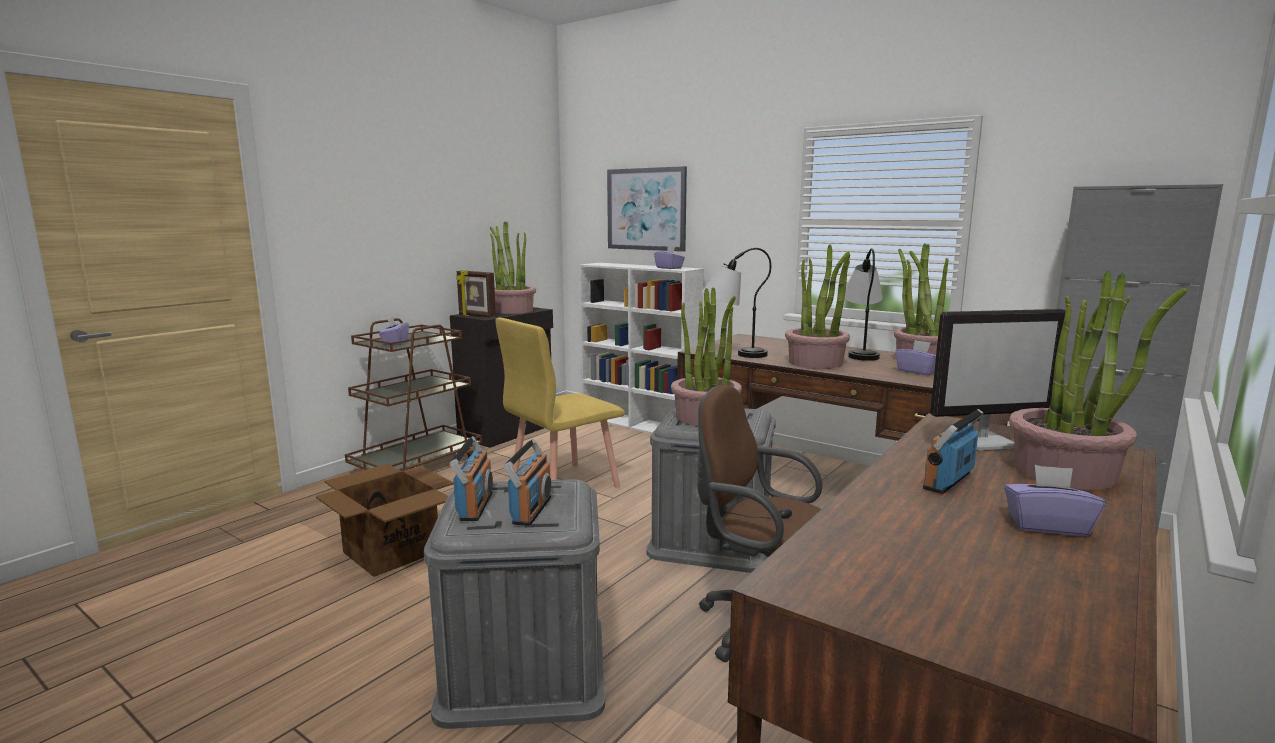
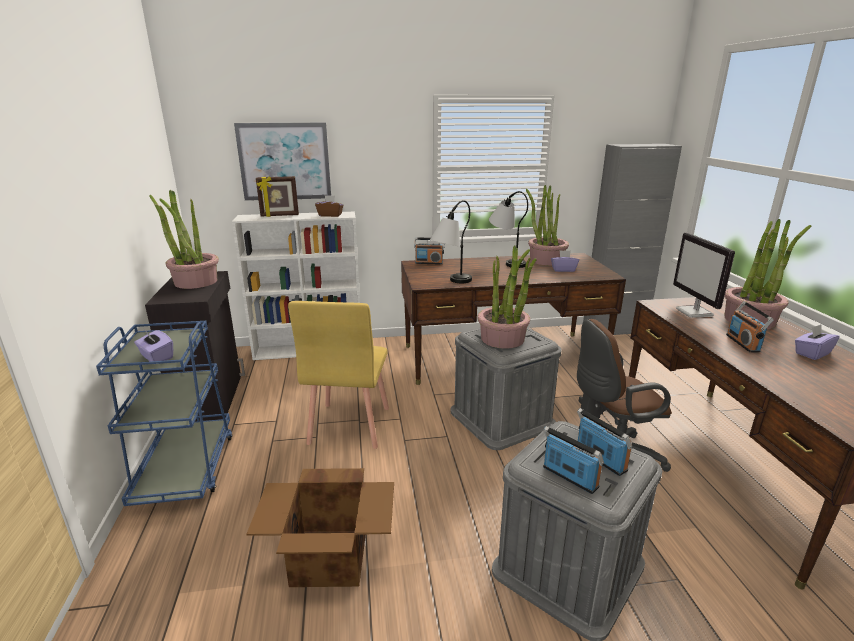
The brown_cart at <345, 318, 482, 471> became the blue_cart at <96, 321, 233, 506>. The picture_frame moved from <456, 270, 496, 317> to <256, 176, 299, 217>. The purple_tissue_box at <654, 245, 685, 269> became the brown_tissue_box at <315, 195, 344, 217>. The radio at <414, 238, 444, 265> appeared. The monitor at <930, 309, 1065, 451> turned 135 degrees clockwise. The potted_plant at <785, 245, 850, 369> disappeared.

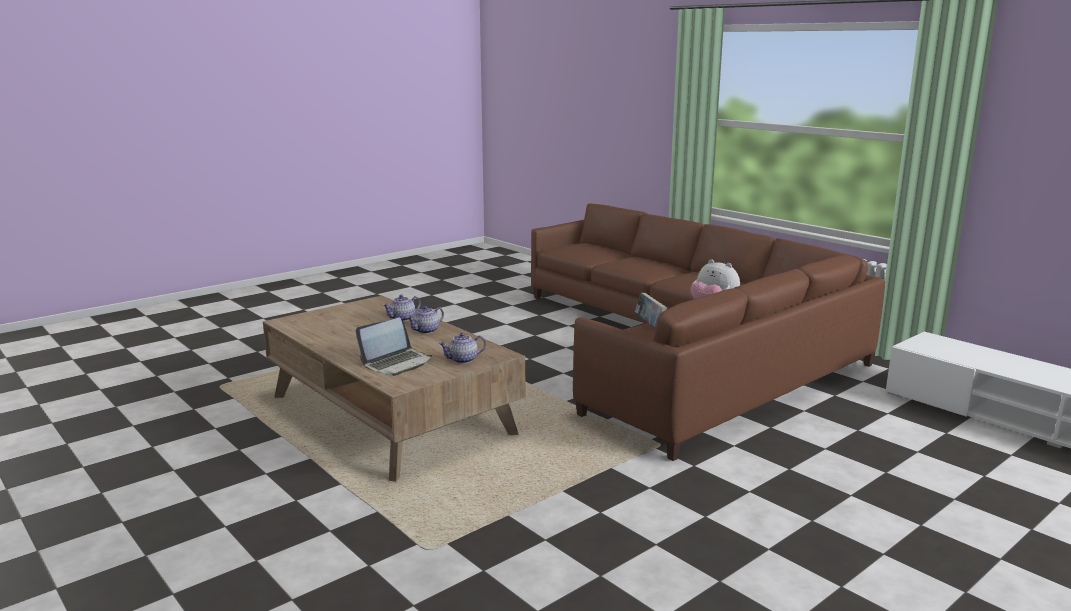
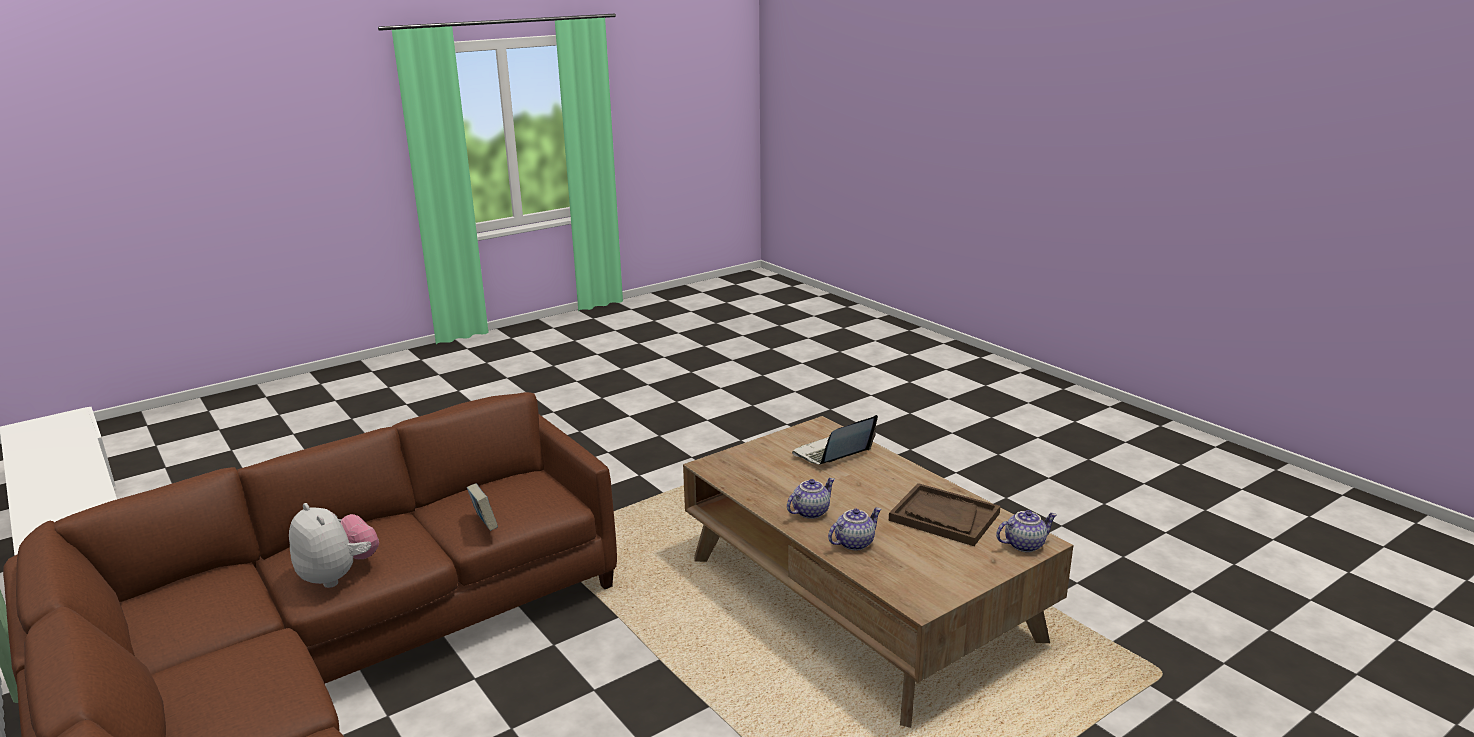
The brown_tray at <889, 483, 1001, 546> appeared. The teapot moved from <439, 333, 486, 364> to <996, 510, 1057, 552>.

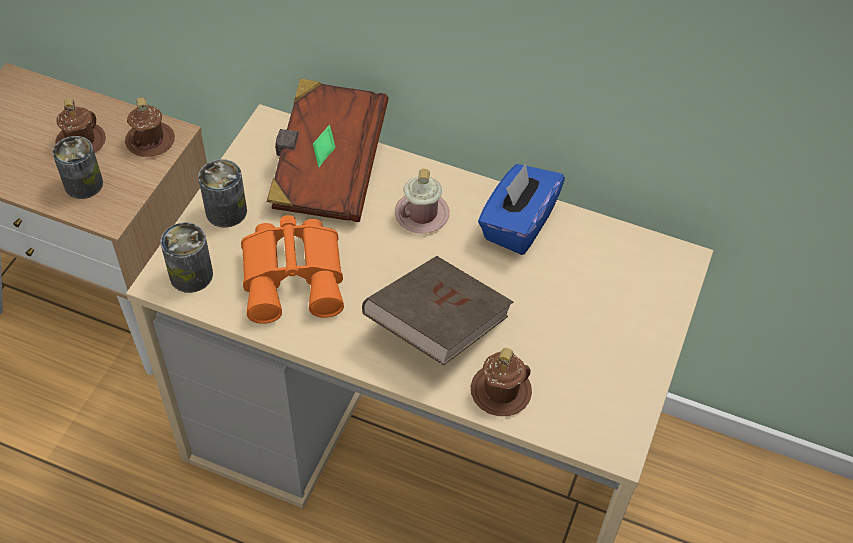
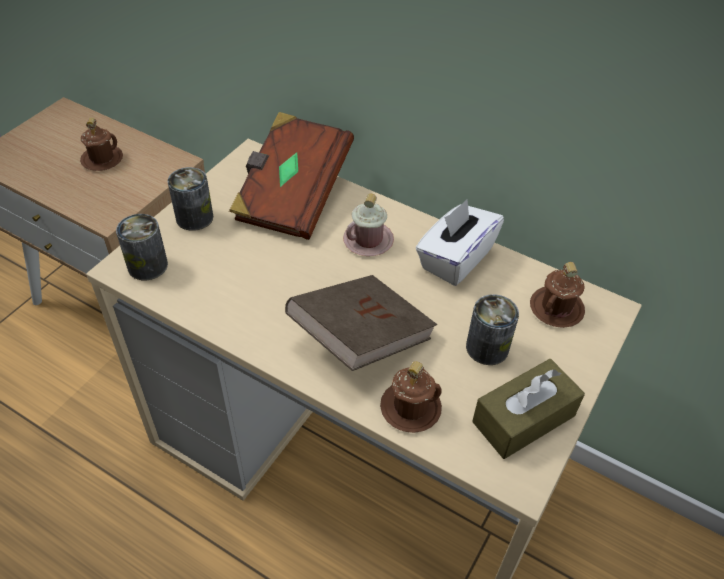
The blue_tissue_box at <478, 163, 565, 255> became the white_tissue_box at <415, 199, 504, 286>. The can moved from <53, 136, 103, 199> to <466, 294, 519, 365>. The brown_tissue_box at <472, 359, 585, 459> appeared. The brown_mug moved from <125, 98, 175, 157> to <530, 262, 585, 328>. The orange_binoculars at <241, 215, 344, 324> disappeared.

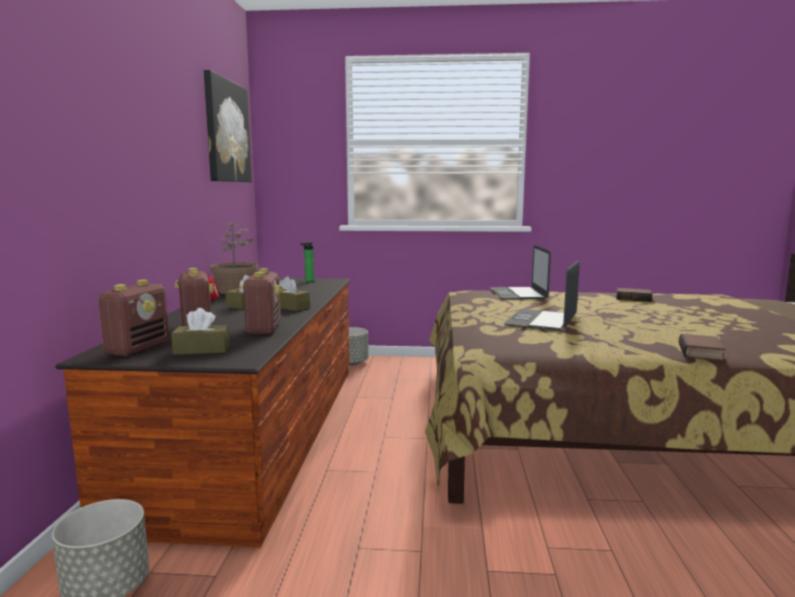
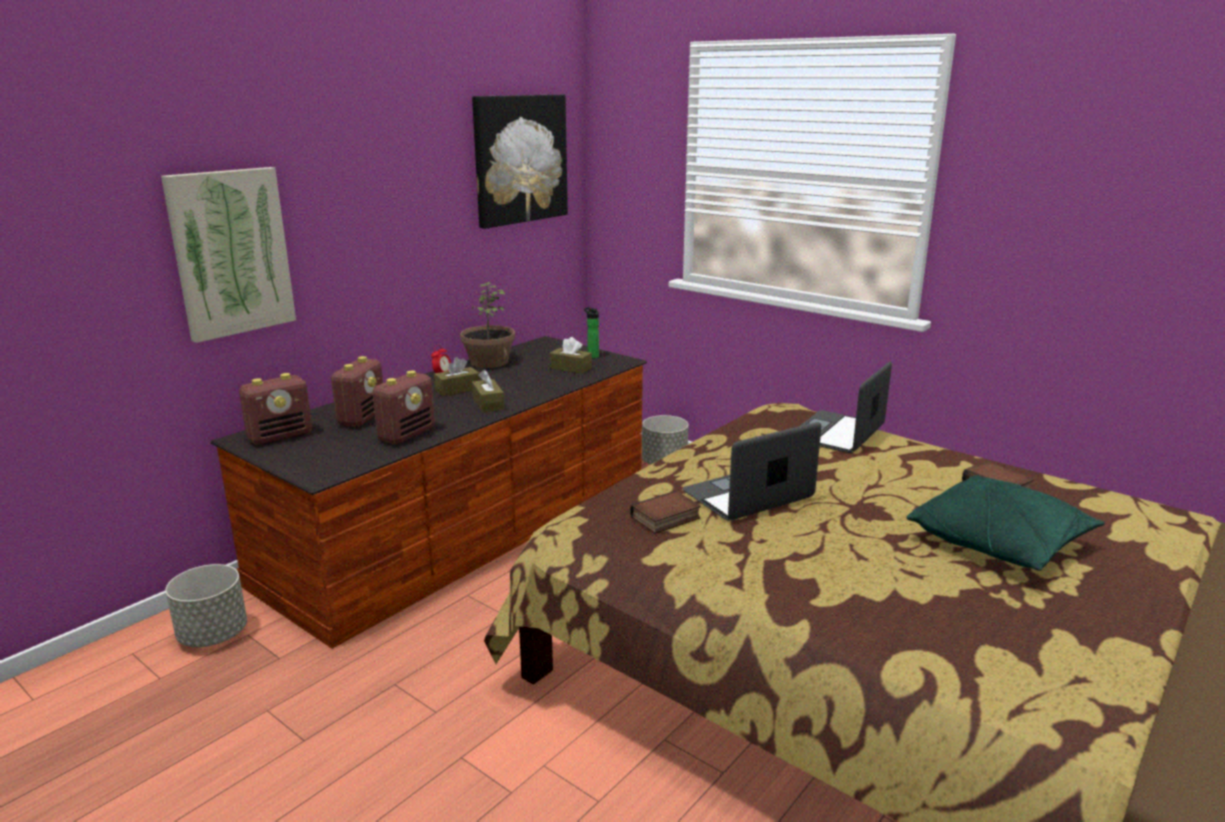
The picture at <161, 167, 296, 343> appeared. The brown_tissue_box moved from <171, 308, 230, 355> to <550, 337, 592, 374>. The book moved from <679, 334, 726, 361> to <630, 491, 701, 534>. The green_pillow at <907, 475, 1105, 571> appeared.

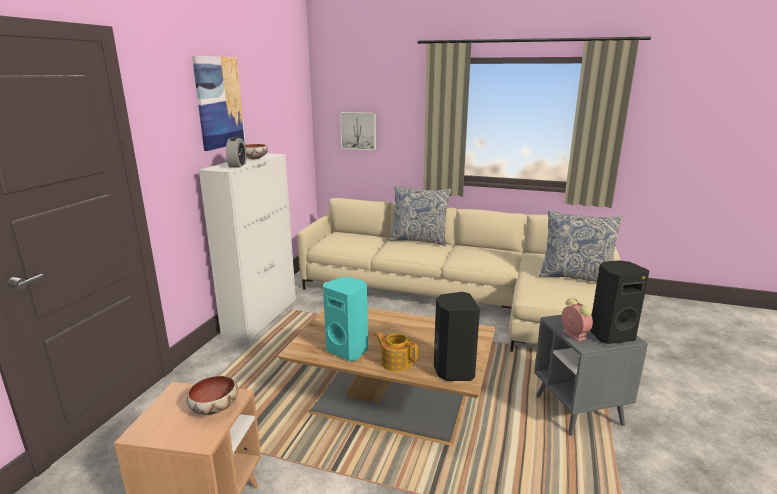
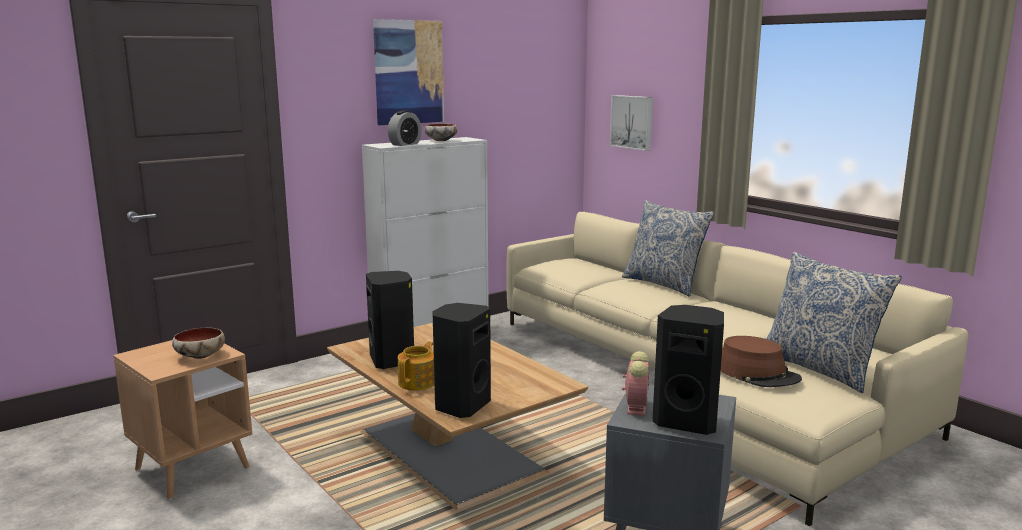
The turquoise_speaker at <323, 277, 368, 361> became the black_speaker at <366, 271, 414, 369>. The teapot at <375, 332, 418, 372> turned 45 degrees clockwise. The brown_hat at <721, 336, 802, 387> appeared.

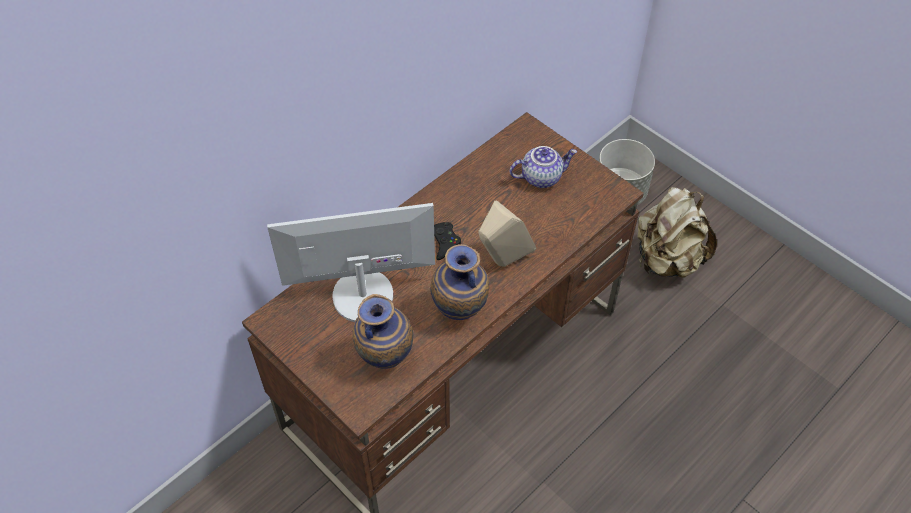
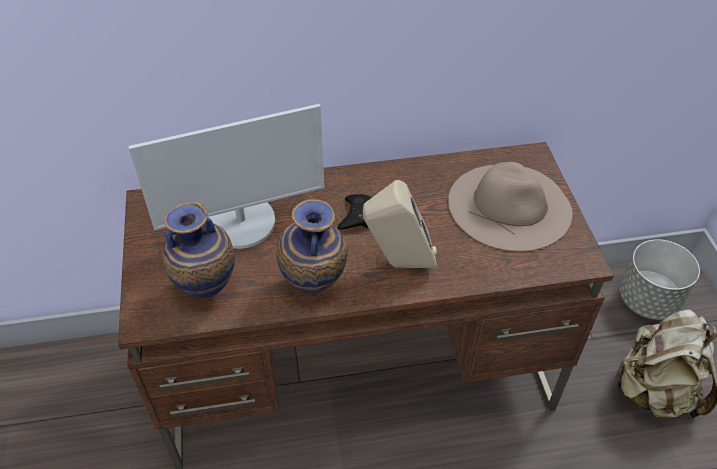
The monitor at <267, 203, 435, 322> turned 135 degrees clockwise. The teapot at <510, 146, 577, 188> was replaced by the beige_hat at <448, 162, 573, 252>.

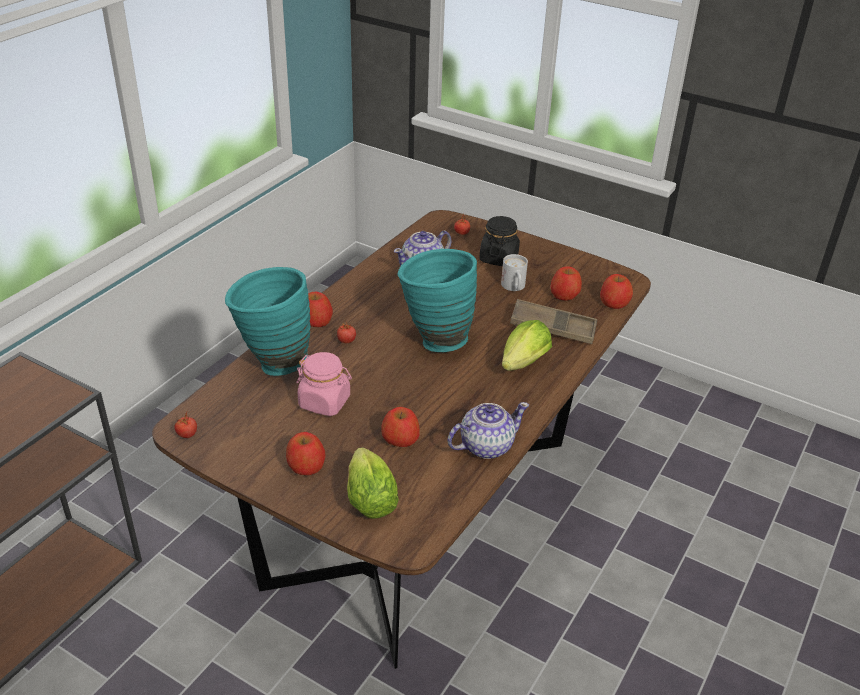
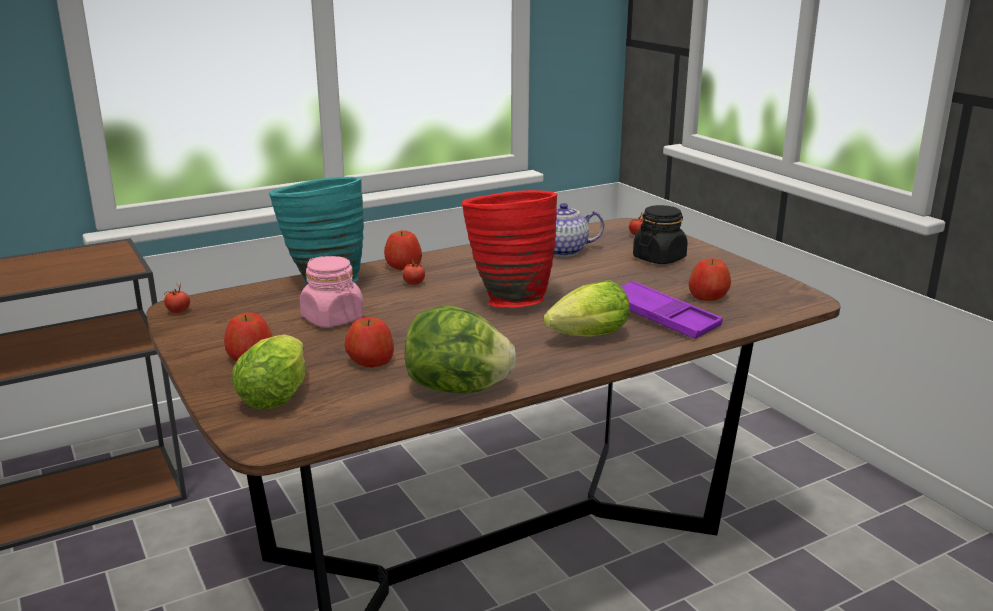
The teapot at <447, 402, 529, 459> was replaced by the lettuce at <405, 306, 516, 393>. The turquoise_vase at <398, 249, 477, 352> became the red_vase at <461, 190, 557, 308>. The brown_tray at <510, 299, 597, 344> became the purple_tray at <621, 281, 723, 339>. The white_mug at <501, 254, 528, 291> disappeared. The apple at <600, 274, 633, 309> disappeared.

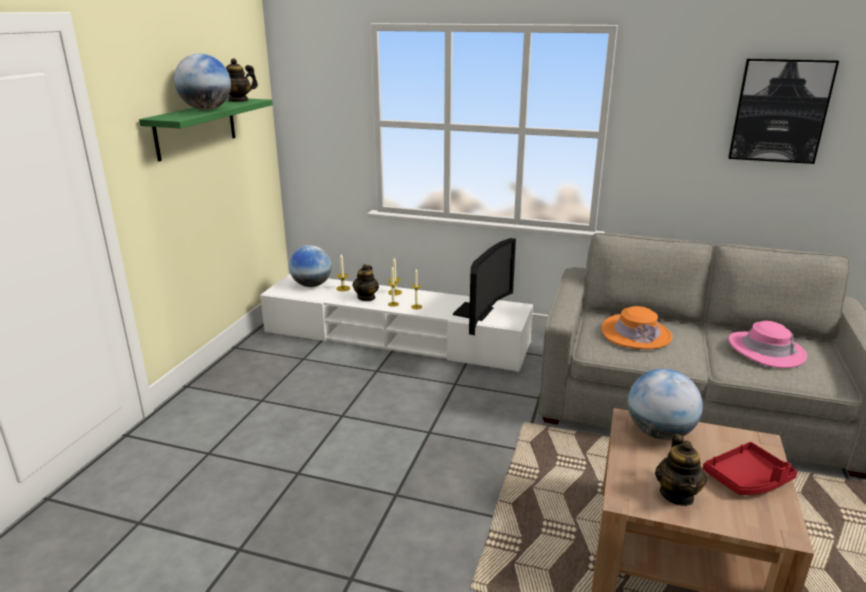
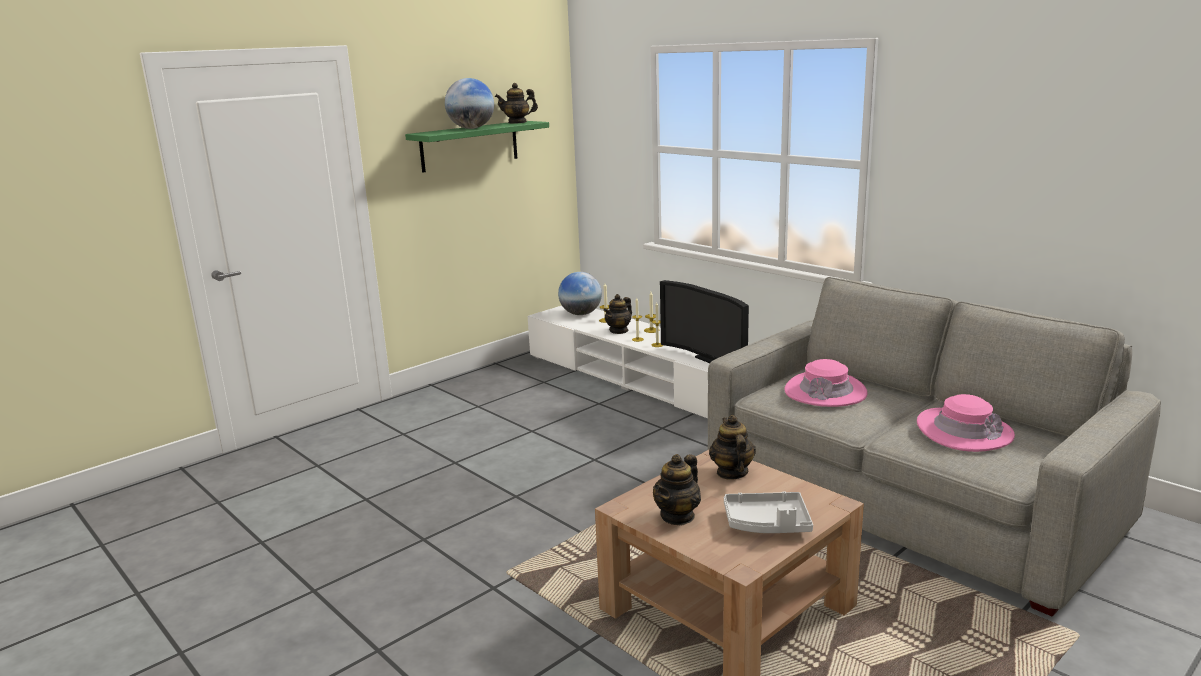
The television at <453, 238, 516, 335> turned 90 degrees clockwise. The globe at <628, 369, 703, 440> was replaced by the teapot at <709, 415, 756, 480>. The red_tray at <703, 442, 797, 495> became the grey_tray at <724, 492, 813, 533>. The orange_hat at <602, 306, 672, 349> became the pink_hat at <784, 359, 867, 407>. The picture at <728, 59, 839, 164> disappeared.

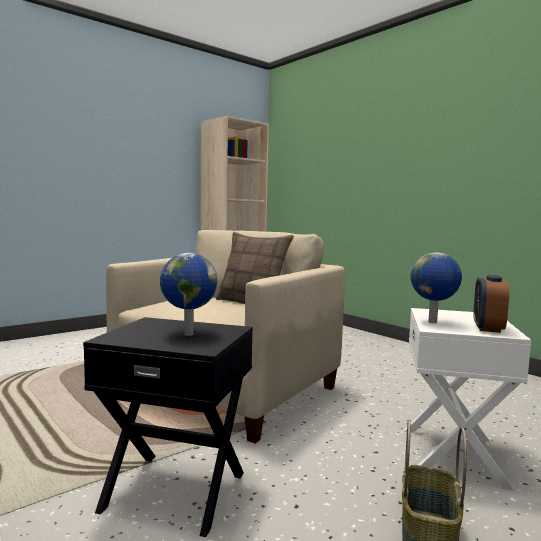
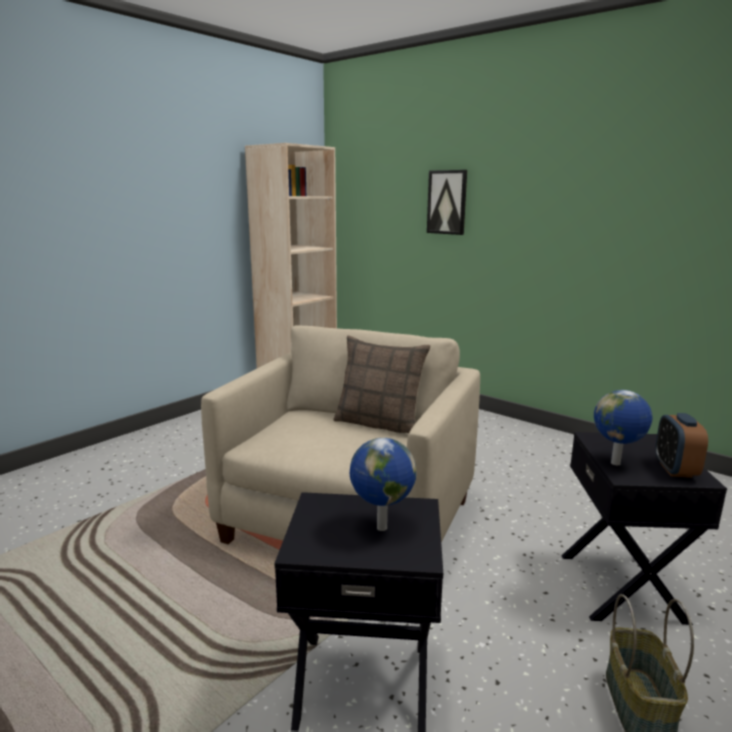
The picture at <427, 170, 467, 235> appeared. The white_side_table at <404, 308, 531, 490> became the black_side_table at <562, 432, 727, 625>.

